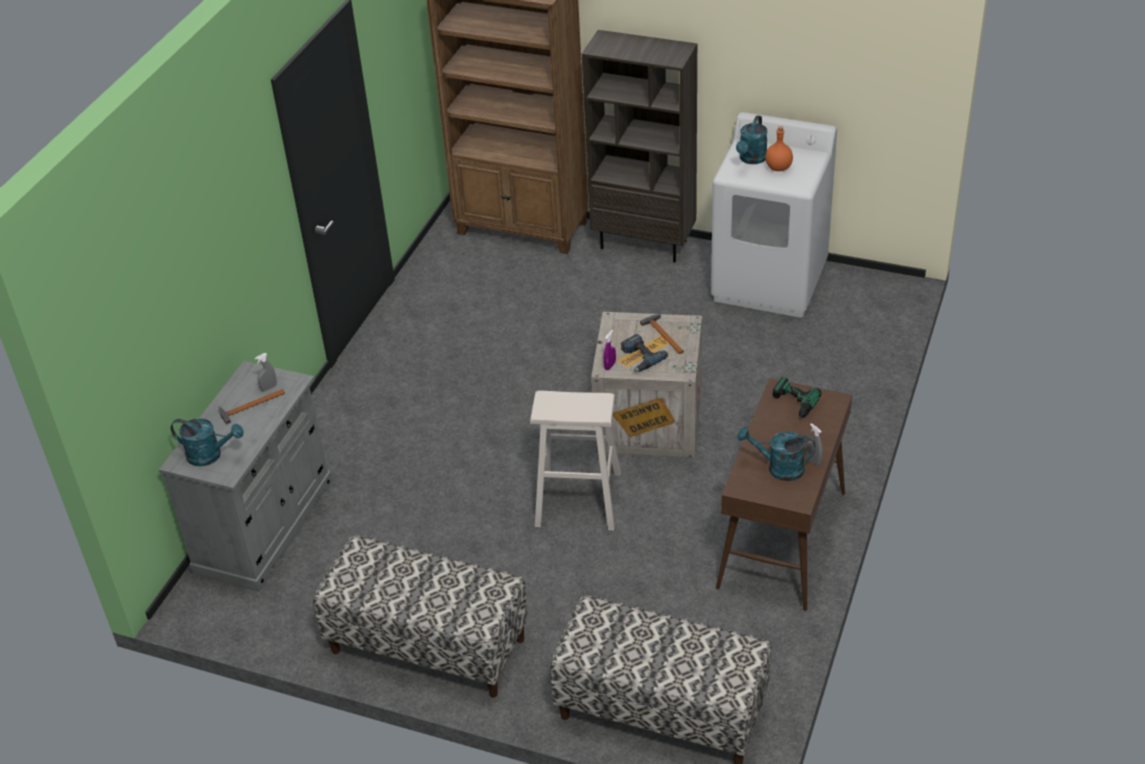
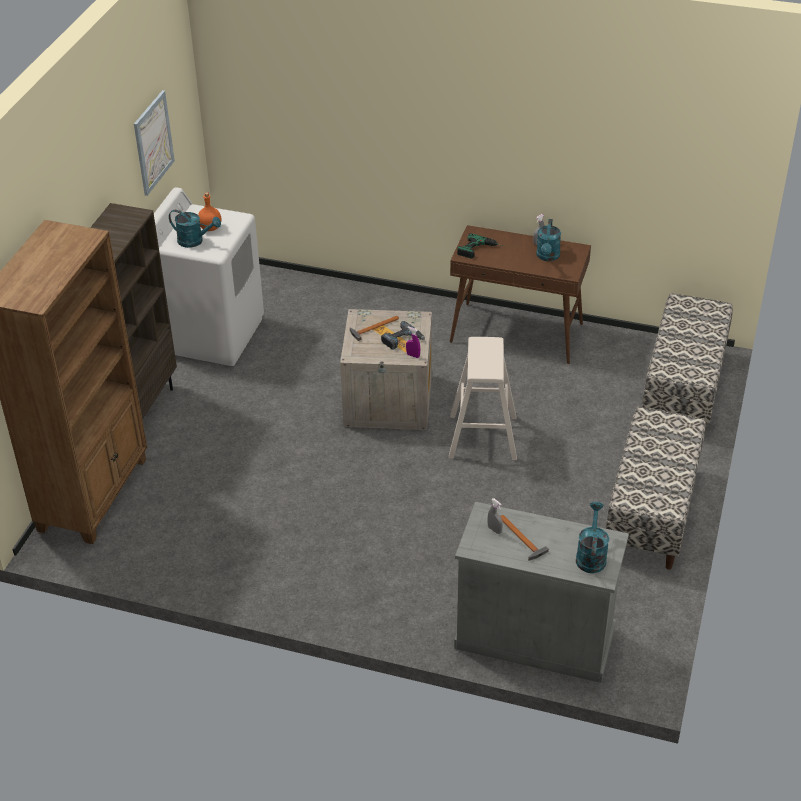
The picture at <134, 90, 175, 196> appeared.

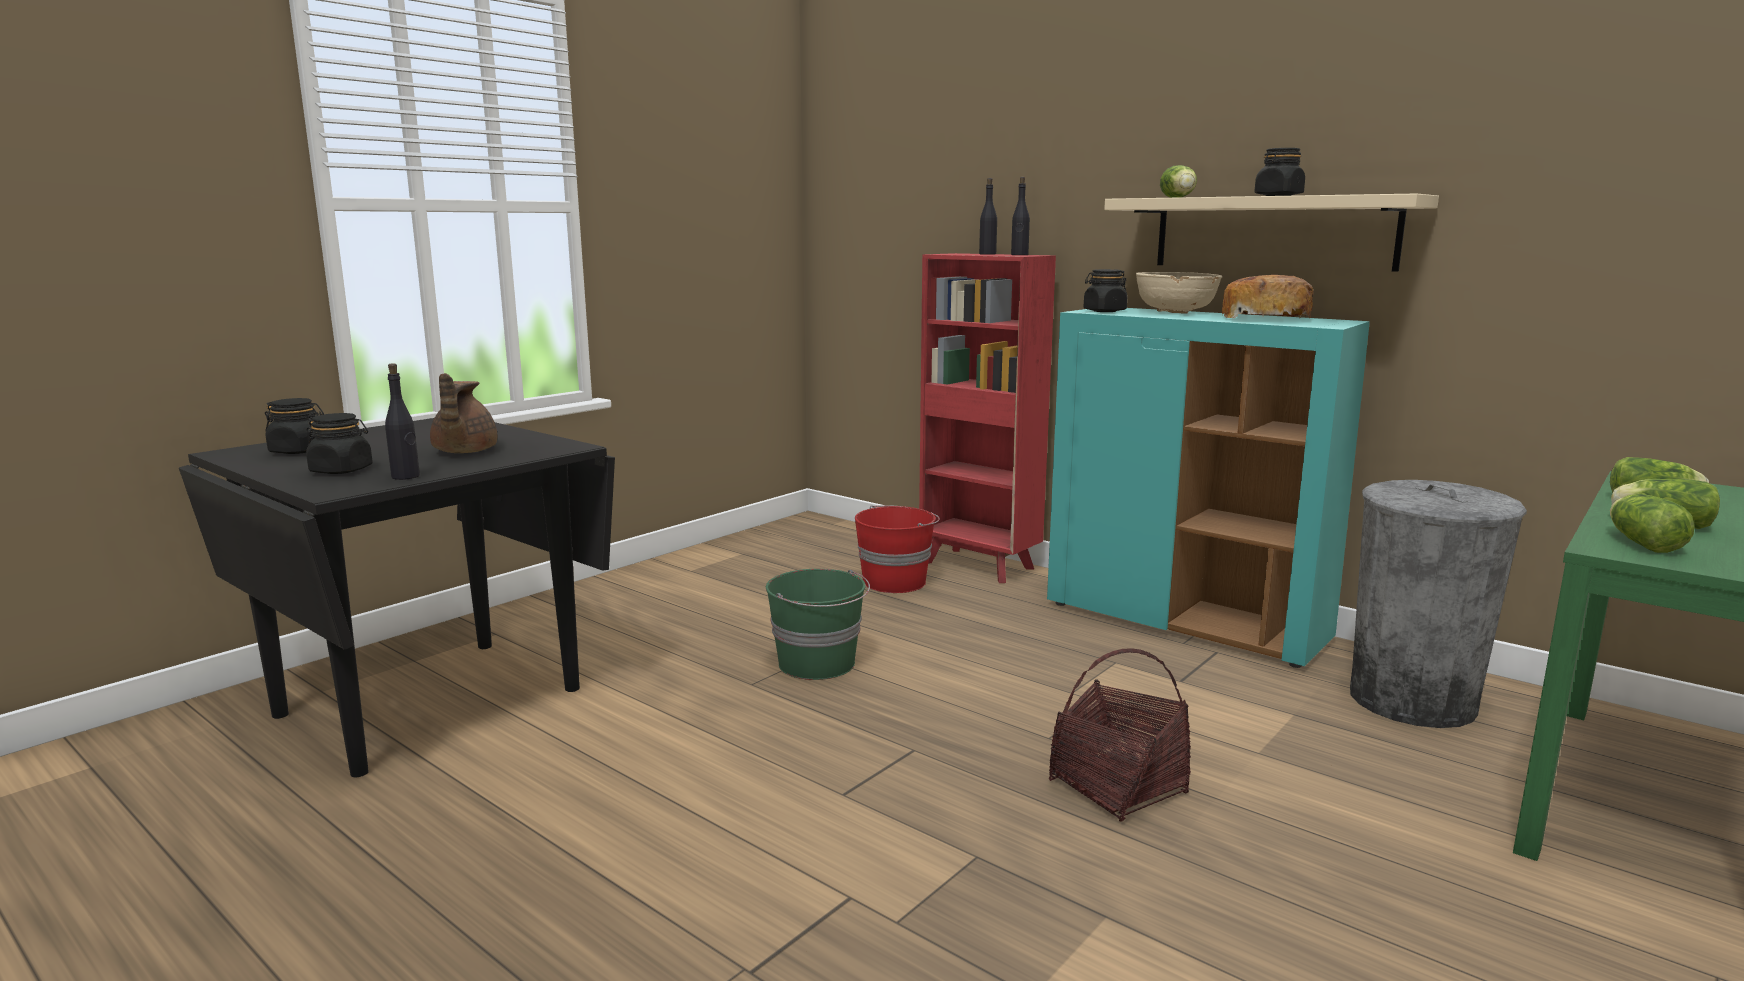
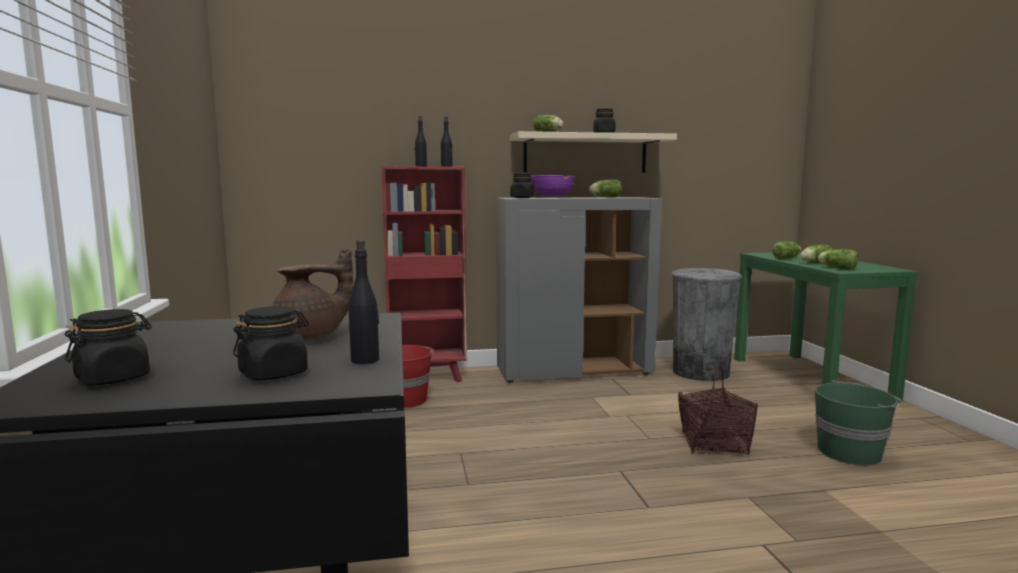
The brown_teapot at <430, 373, 497, 453> turned 60 degrees counterclockwise. The turquoise_cabinet at <1047, 308, 1370, 668> became the grey_cabinet at <496, 197, 662, 383>. The beige_bowl at <1136, 272, 1222, 314> became the purple_bowl at <531, 175, 576, 197>. The bread at <1222, 275, 1314, 319> was replaced by the lettuce at <589, 180, 622, 197>. The green_bucket moved from <766, 569, 870, 680> to <815, 380, 902, 466>.

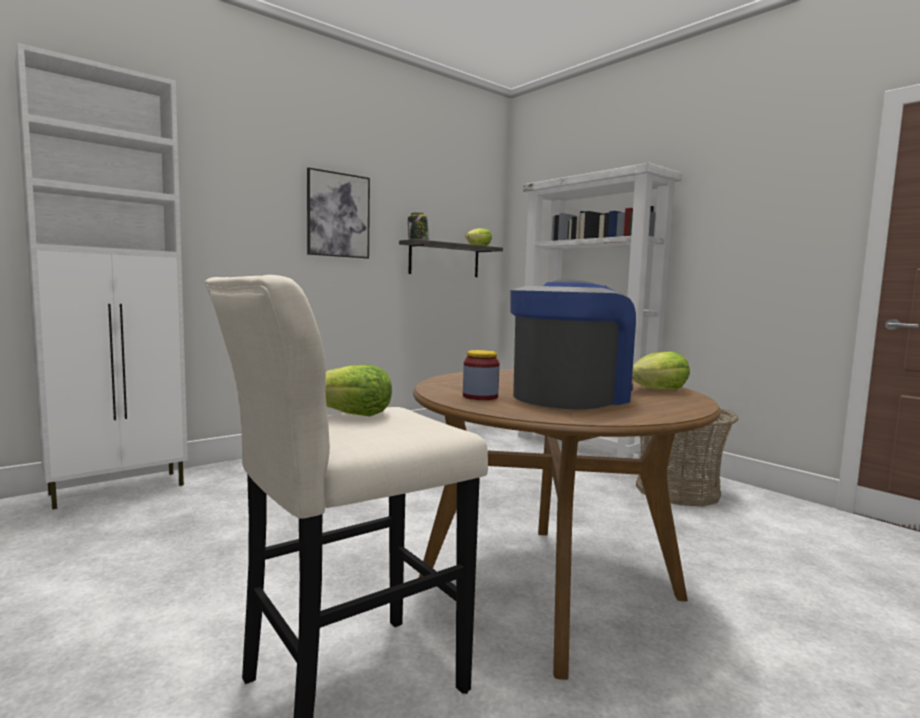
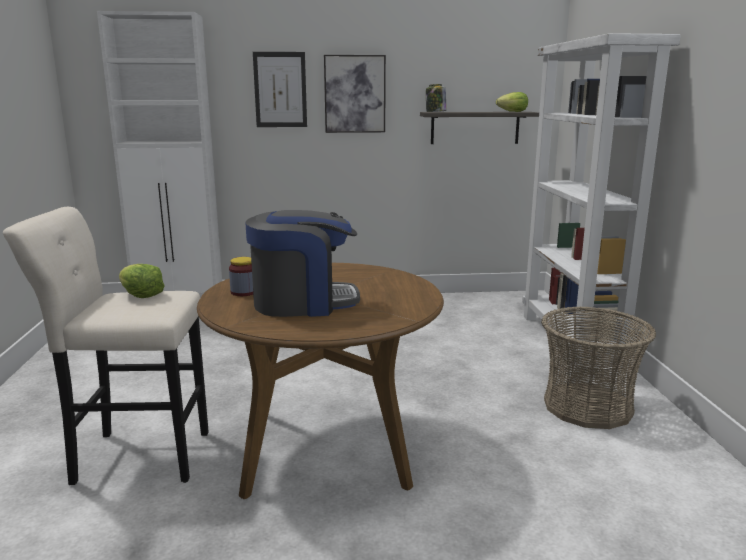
The picture at <253, 52, 307, 127> appeared. The lettuce at <632, 351, 690, 390> disappeared.

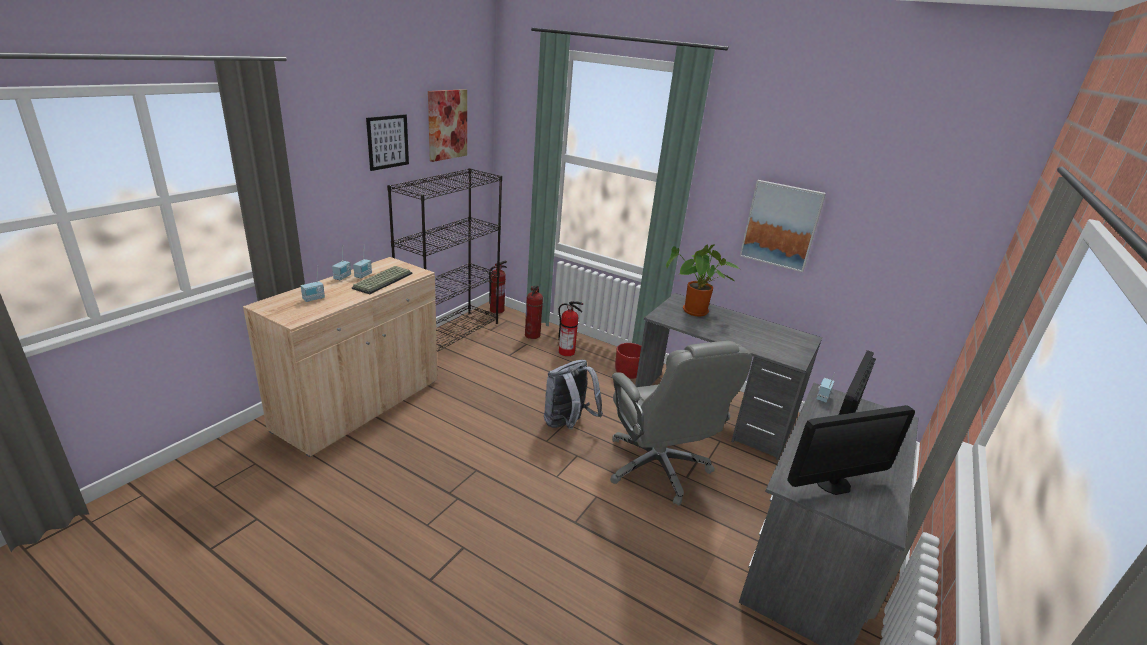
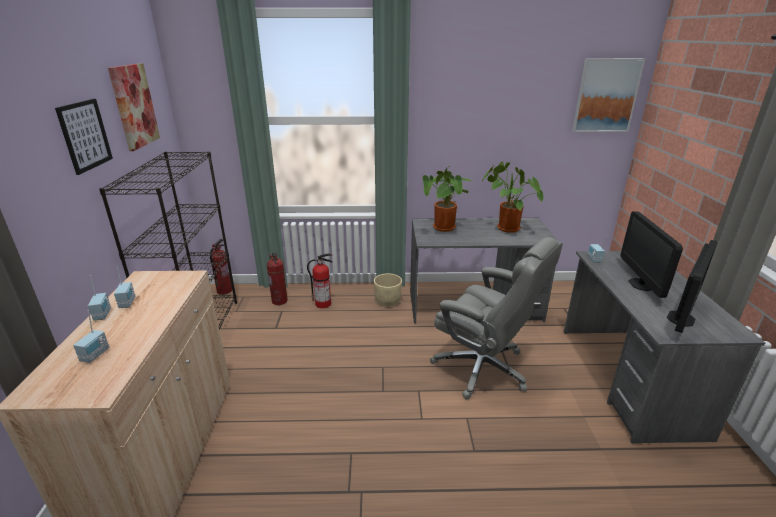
The red_planter at <615, 343, 641, 379> became the beige_planter at <374, 273, 402, 306>. The potted_plant at <482, 162, 544, 233> appeared. The picture moved from <740, 180, 826, 272> to <572, 58, 645, 132>. The keyboard at <352, 266, 412, 294> disappeared. The grey_backpack at <544, 360, 603, 430> disappeared.

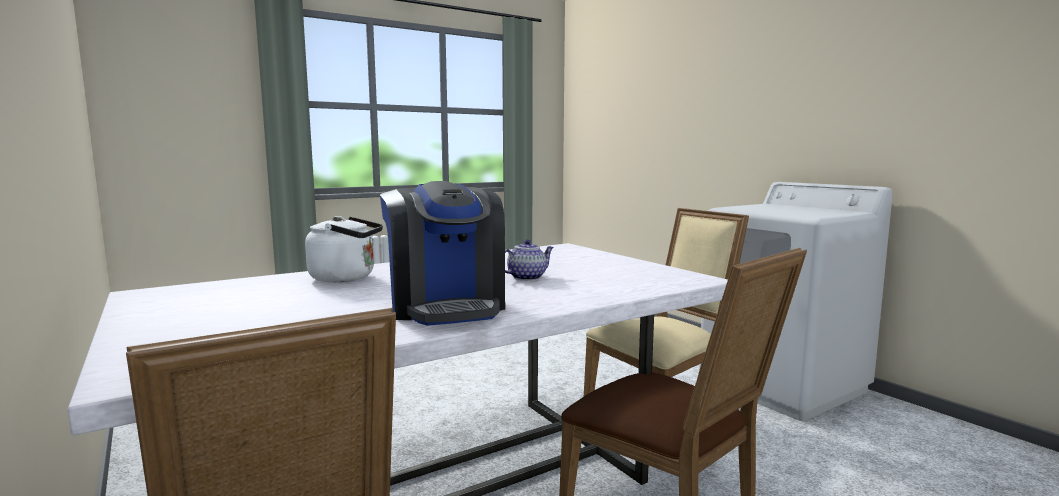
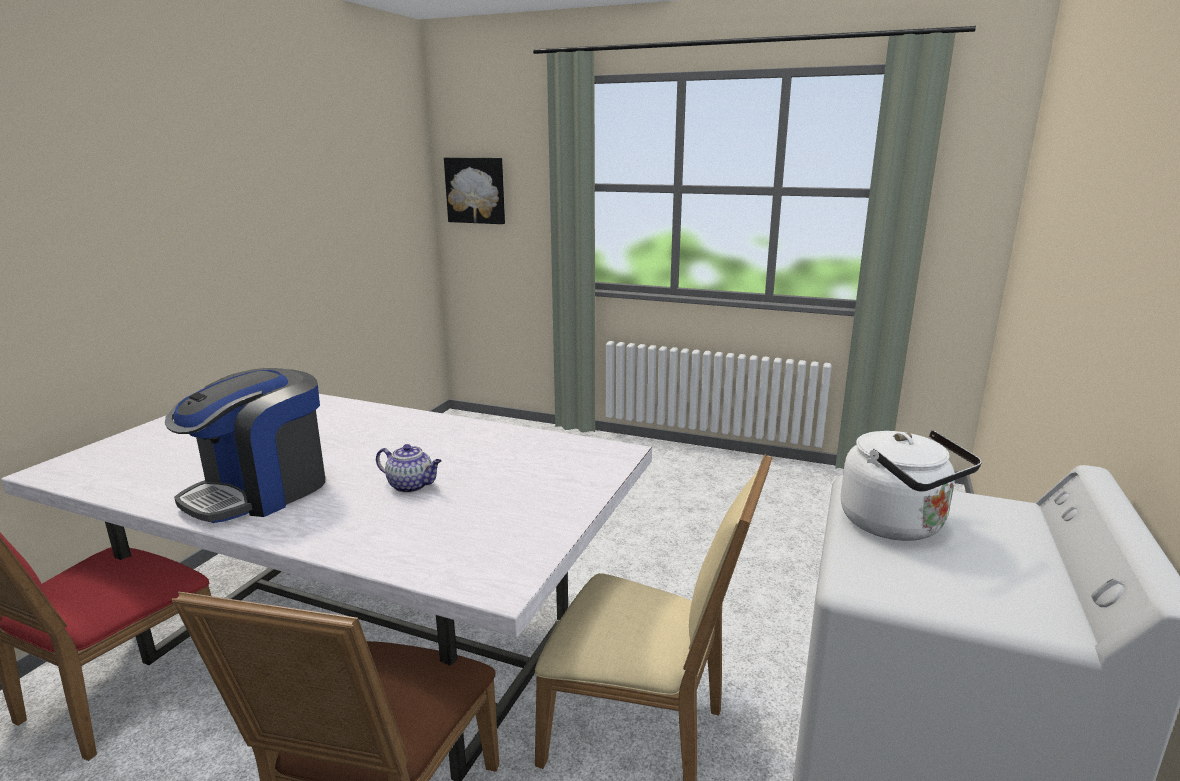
The picture at <444, 157, 505, 224> appeared. The white_kettle moved from <305, 216, 383, 282> to <841, 430, 982, 541>.

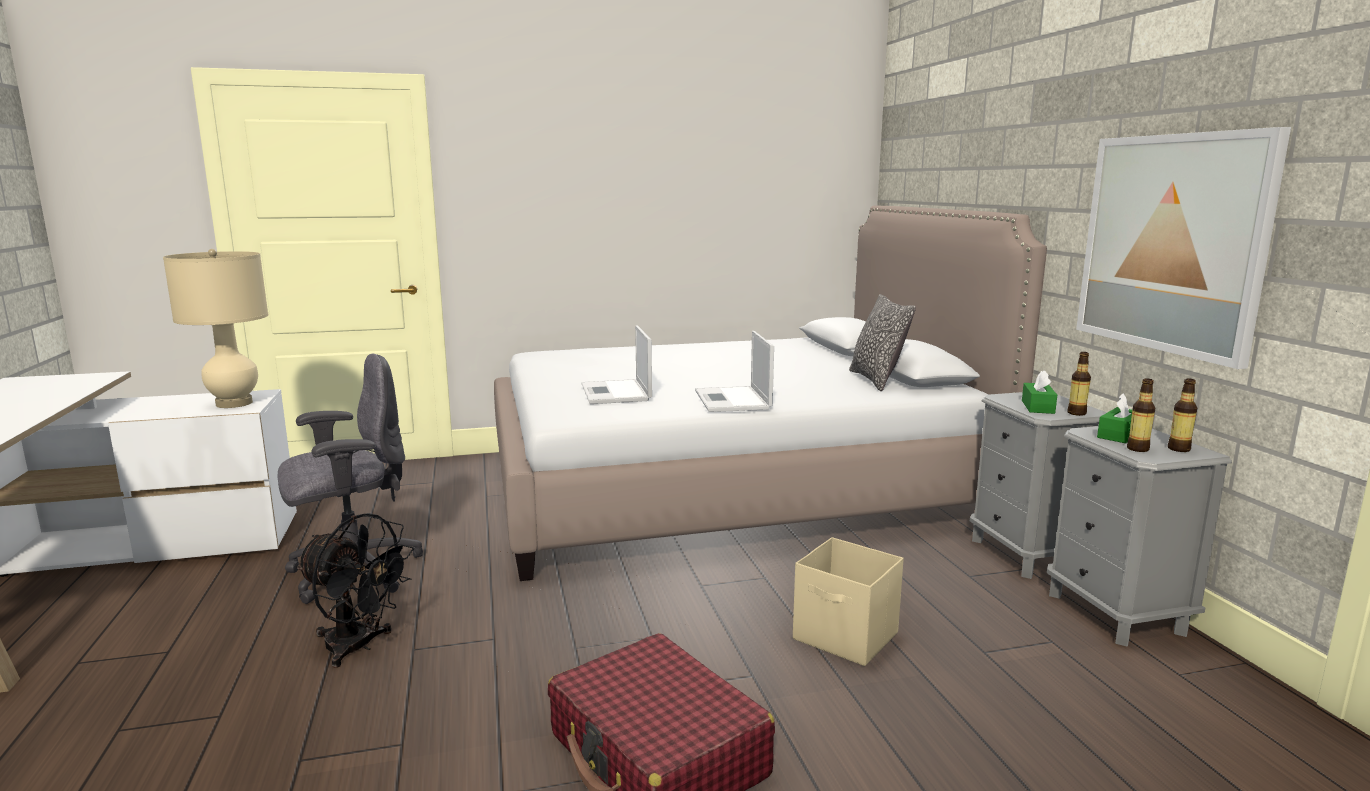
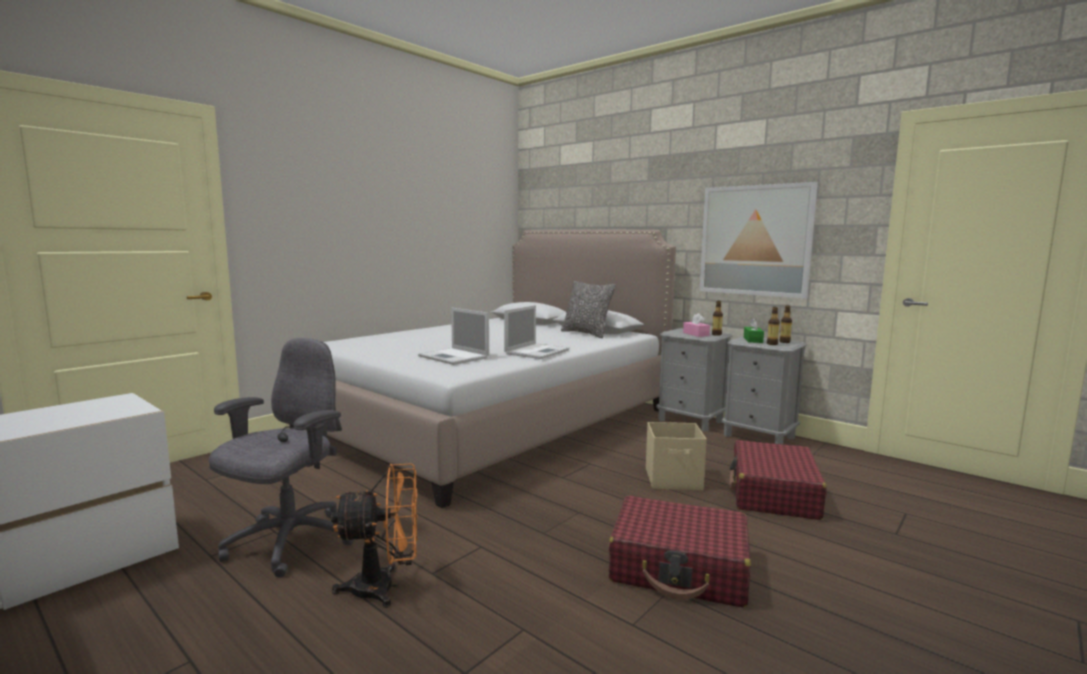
The black_fan at <296, 513, 414, 668> became the orange_fan at <331, 464, 418, 608>. The laptop at <695, 331, 774, 412> turned 105 degrees counterclockwise. The green_tissue_box at <1022, 370, 1057, 414> became the pink_tissue_box at <683, 313, 710, 337>. The red_suitcase at <729, 440, 827, 520> appeared. The beige_table_lamp at <163, 249, 268, 408> disappeared.

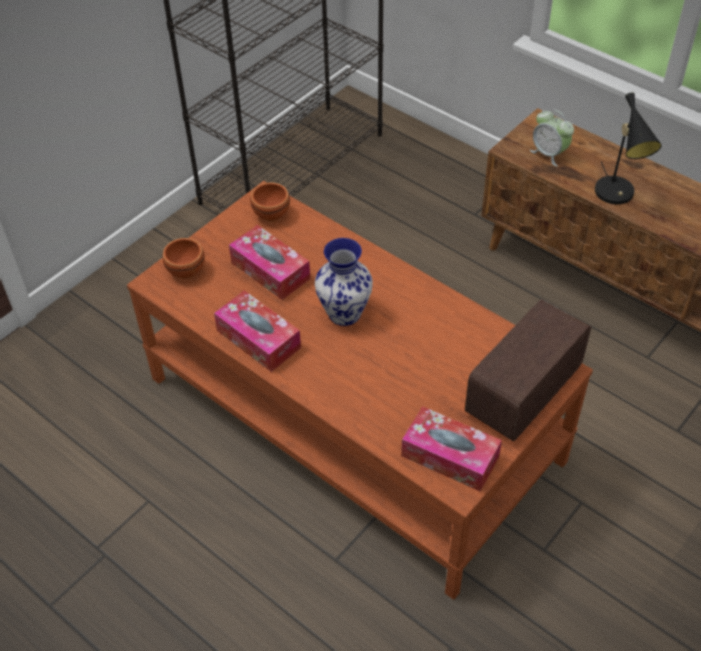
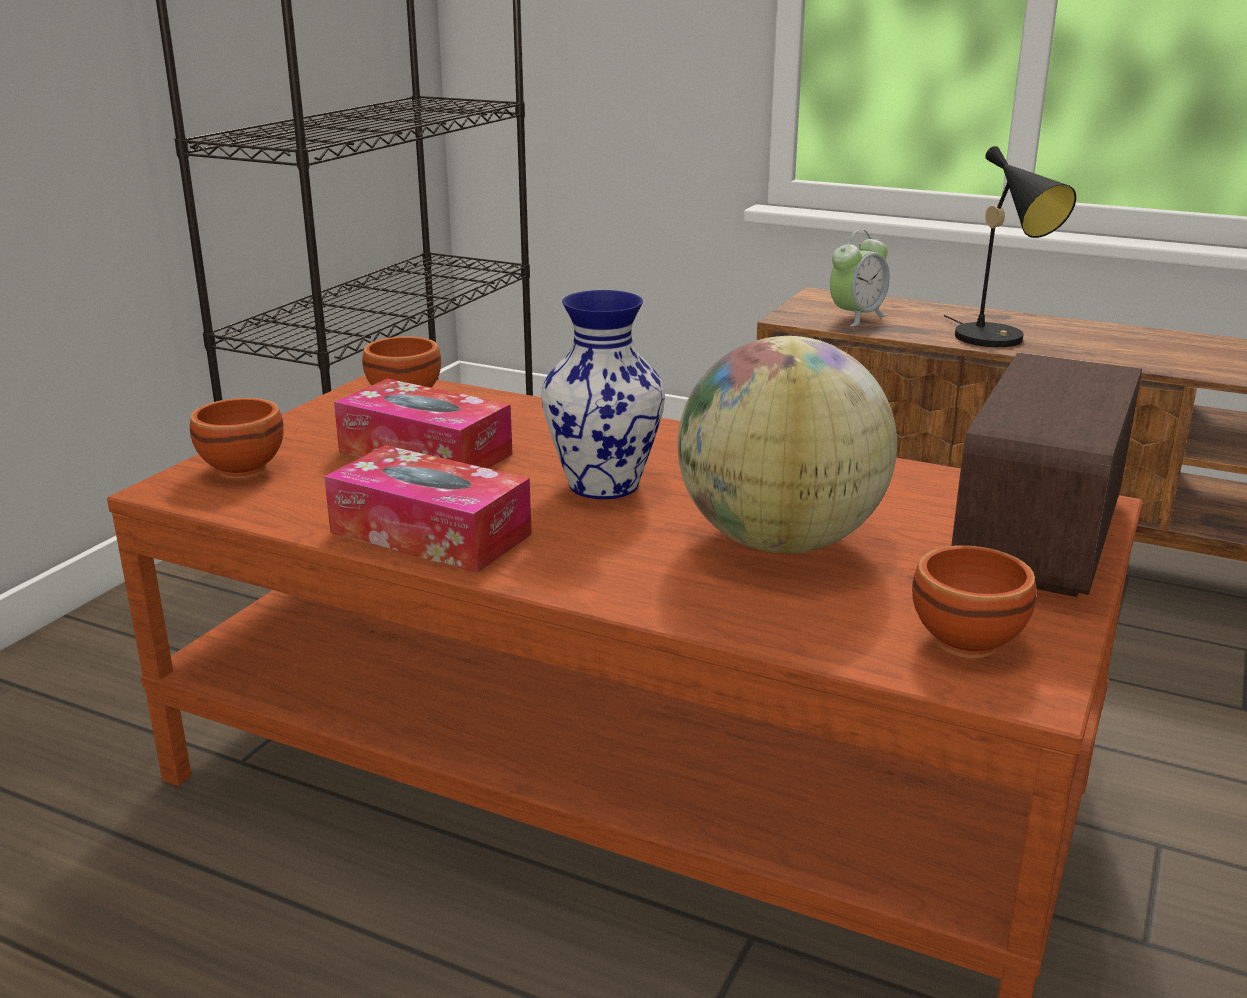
The globe at <678, 336, 897, 554> appeared. The alarm_clock at <530, 109, 574, 167> turned 75 degrees counterclockwise. The tissue_box at <401, 406, 502, 491> was replaced by the brown_bowl at <912, 545, 1037, 658>.

